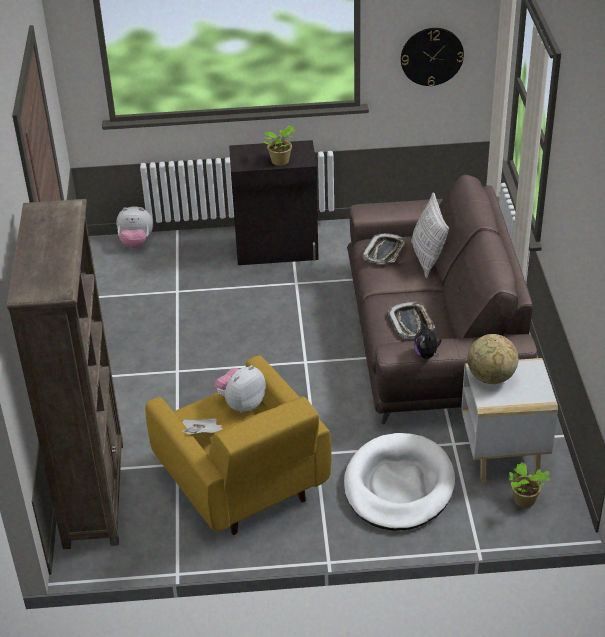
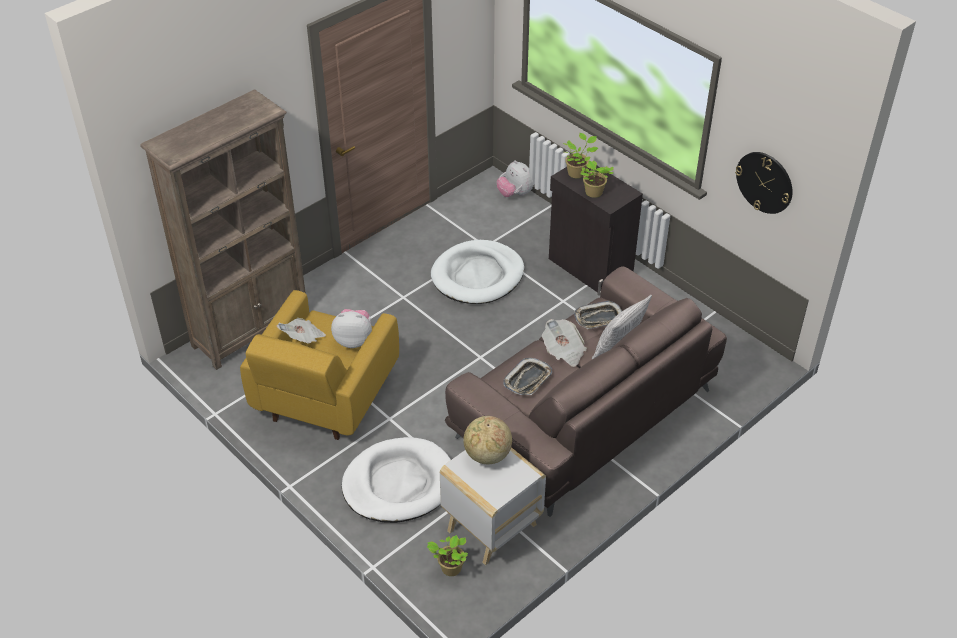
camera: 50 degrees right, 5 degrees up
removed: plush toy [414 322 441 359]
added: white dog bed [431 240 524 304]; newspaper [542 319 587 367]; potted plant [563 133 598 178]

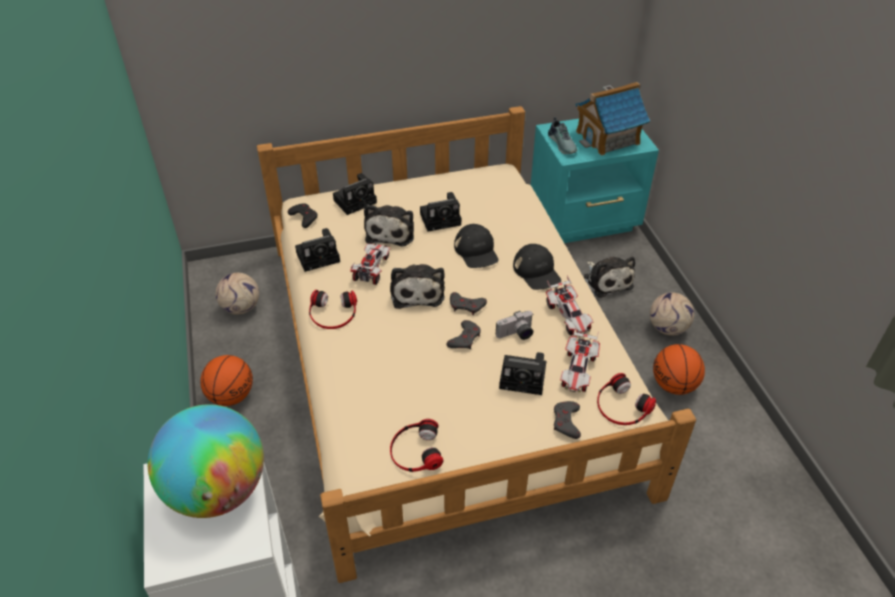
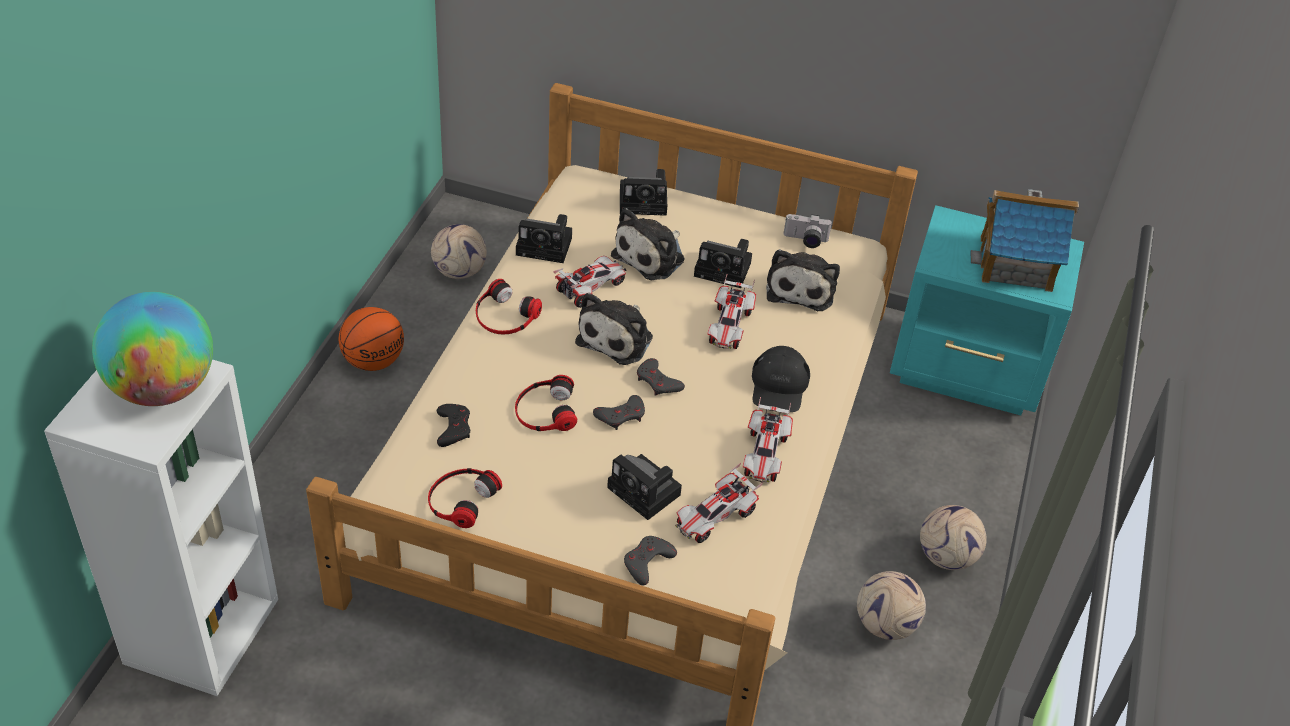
camera: 30 degrees right, 0 degrees up
removed: shoe [548 117 577 154]
moved: black game controller [288 203 318 228] to [437 404 470 447]; photo camera [496 311 533 340] to [783 214 832 248]; plush toy [584 257 635 298] to [766 249 840 311]; headphones [597 373 656 425] to [515 375 577 431]
replaced: black cap [454 224 499 268] to toy car [707 275 756 349]; basketball [653 344 705 395] to football [857 571 926 640]

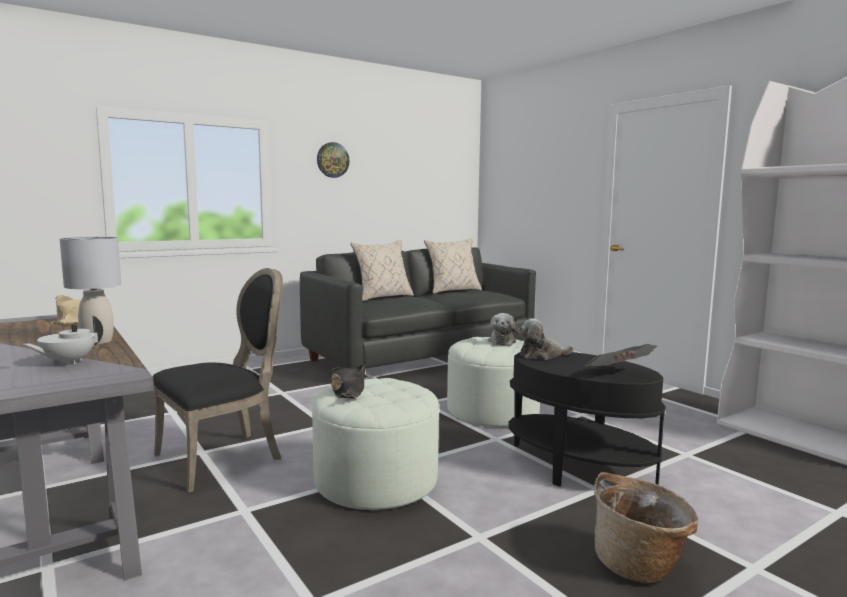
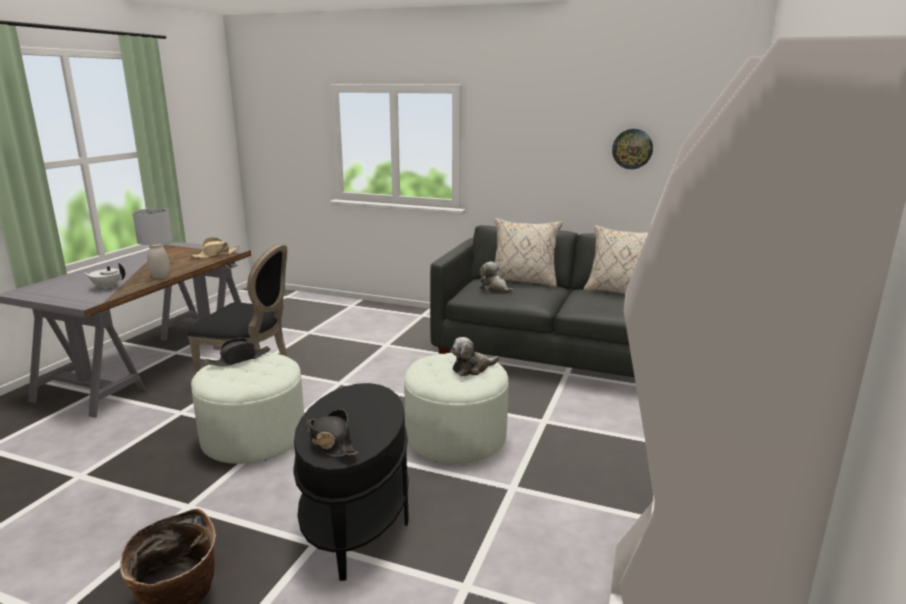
camera: 55 degrees right, 10 degrees up
moved: wall clock [317 142 349 178] to [612 129 653 169]; plush toy [518 318 573 360] to [479 262 514 294]
replaced: newspaper [585 344 657 366] to black hat [306 409 358 457]

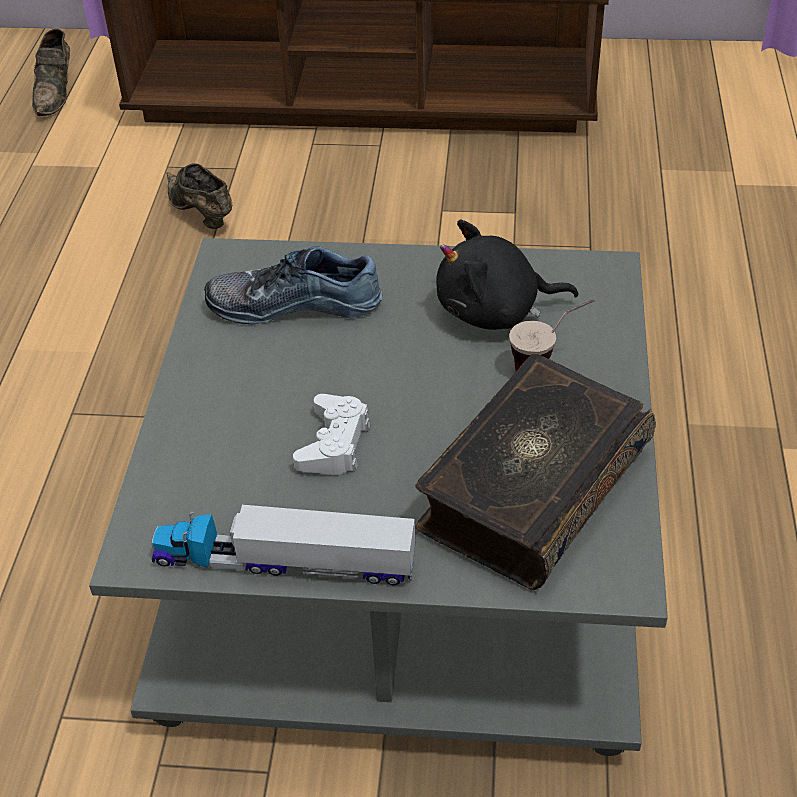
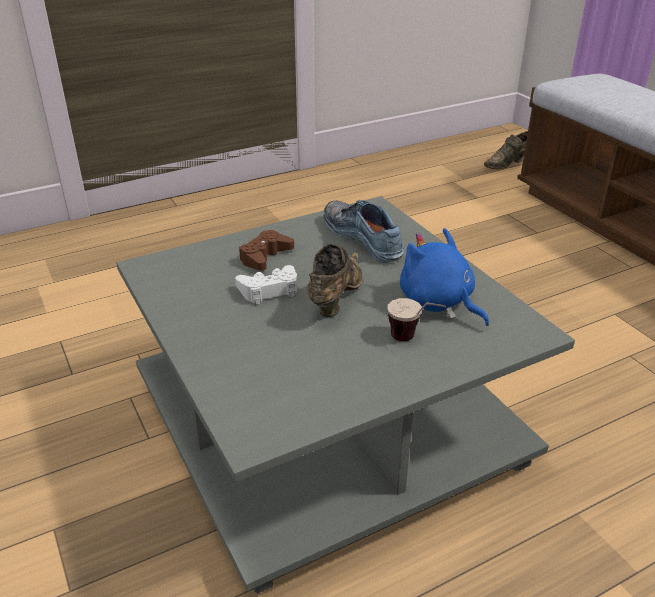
camera: 55 degrees right, 10 degrees down
removed: toy truck [151 505 415 586]; book [415 354 656 590]
added: brown game controller [239 230 294 271]
moved: brown shoe [167 163 232 229] to [307 244 363 317]
recoloured: black plush toy [436 220 579 330] to blue plush toy [400 228 489 326]

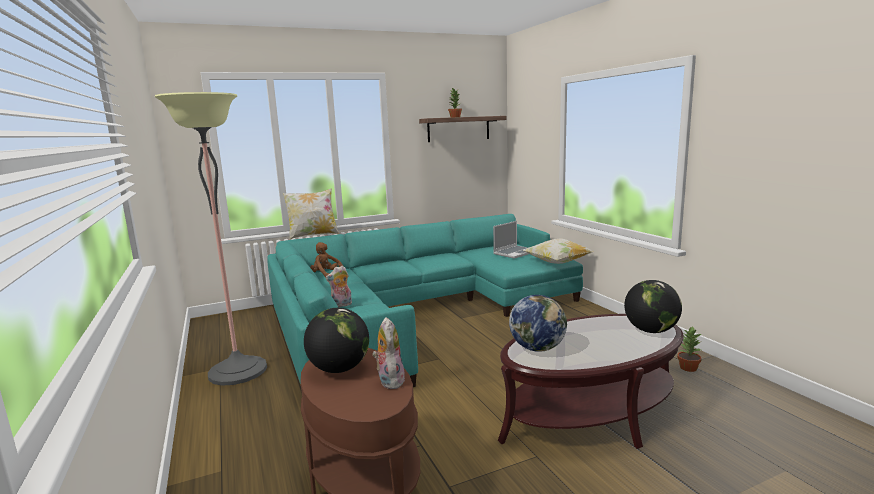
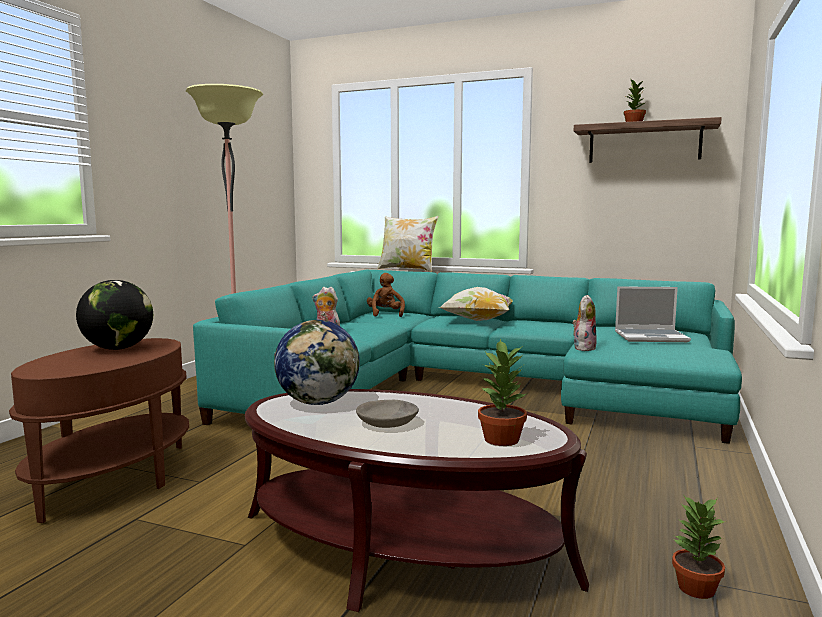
camera: 45 degrees right, 5 degrees down
added: grey bowl [356 400 419 428]
moved: plush toy [373 317 405 389] to [572 295 597 351]; pillow [523 238 594 264] to [440 287 513 321]
replaced: globe [624 280 682 333] to potted plant [478 339 527 446]

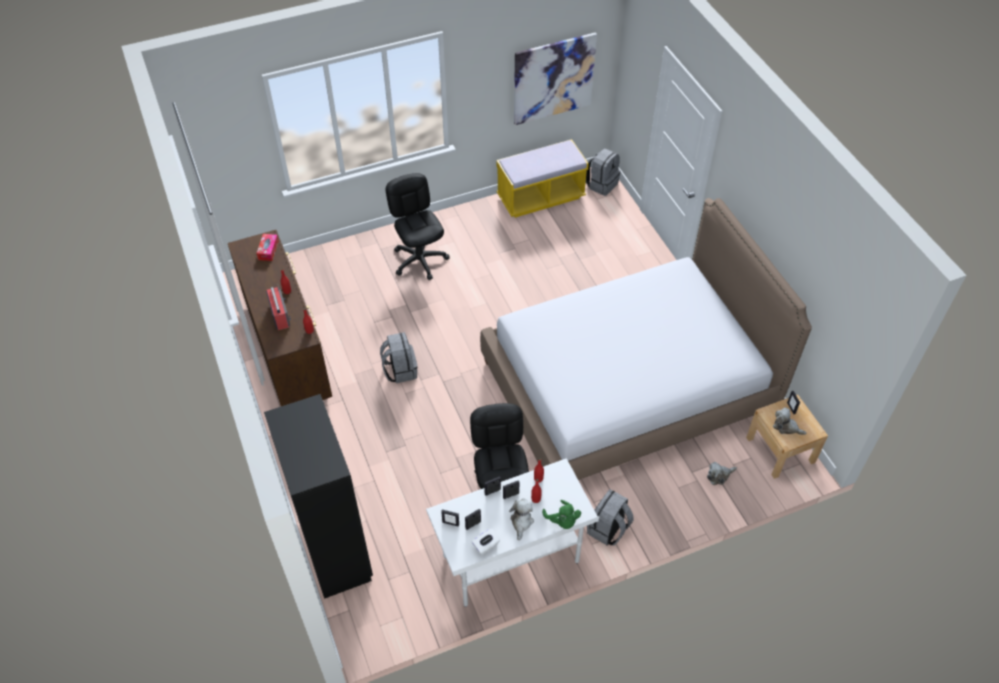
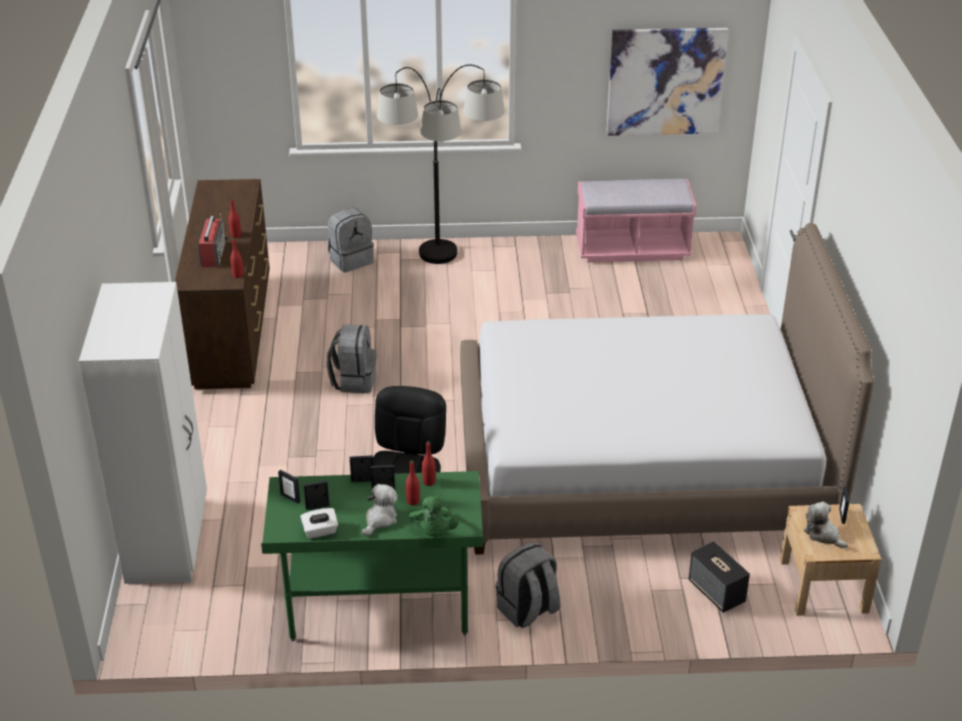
camera: 20 degrees right, 15 degrees down
removed: tissue box [256 234 279 261]
moved: grey backpack [586 148 621 196] to [328 208 374 272]
replaced: black office chair [385 173 450 280] to floor lamp [377 64 505 264]; plush toy [707 462 737 485] to speaker [689 541 750 613]
recoloured: black wardrobe [264 394 373 599] to white wardrobe [79 282 207 584]; white desk [426 458 599 607] to green desk [261 471 483 642]; yellow bench [496 139 589 218] to pink bench [576 179 697 262]

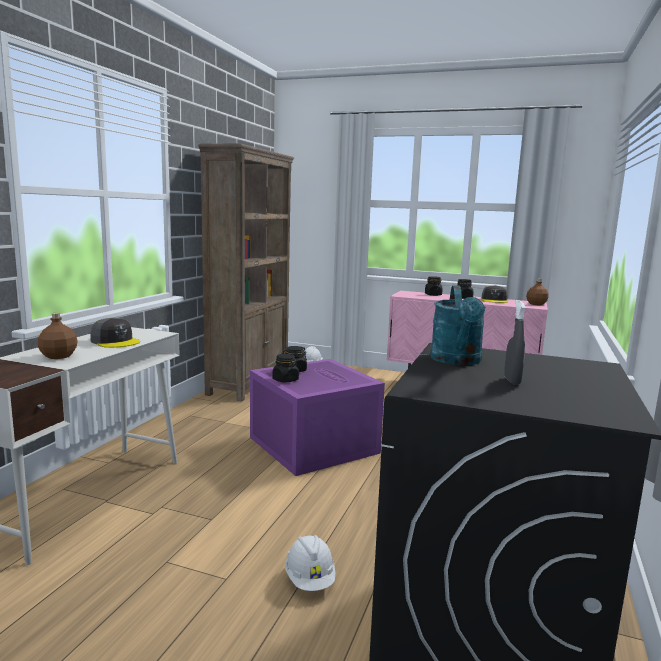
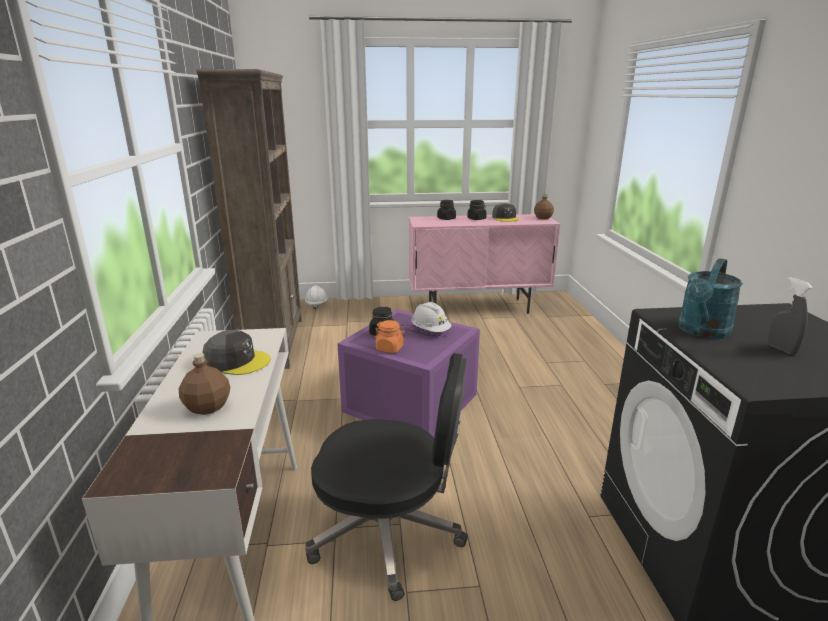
camera: 25 degrees left, 10 degrees up
added: black office chair [305 353 468 601]
moved: white hard hat [285 535 336 591] to [411 302 451 332]
recoloured: black jar [272 354 299 383] to orange jar [375 320 405 353]
turned: turquoise watering can [430 285 486 365] = [678 258 743 339] 60 degrees clockwise

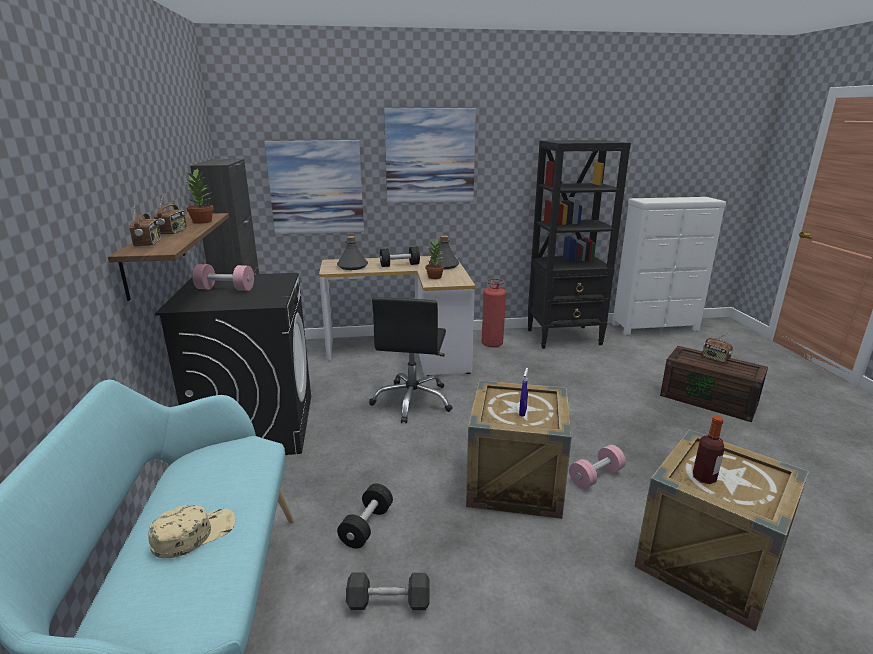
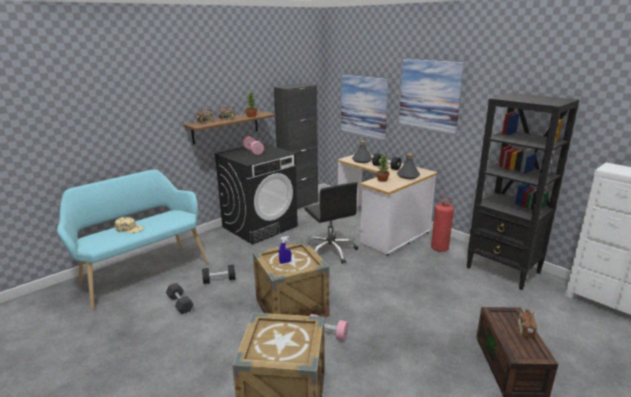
camera: 55 degrees right, 0 degrees up
removed: bottle [693 416 725 484]
turned: black office chair [369 297 453 423] = [305 182 358 264] 90 degrees counterclockwise

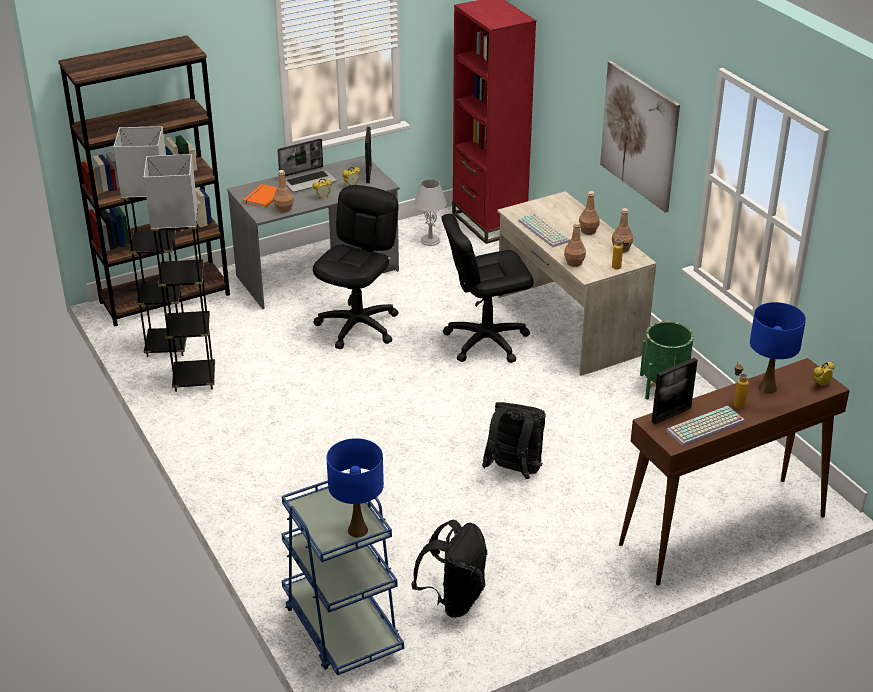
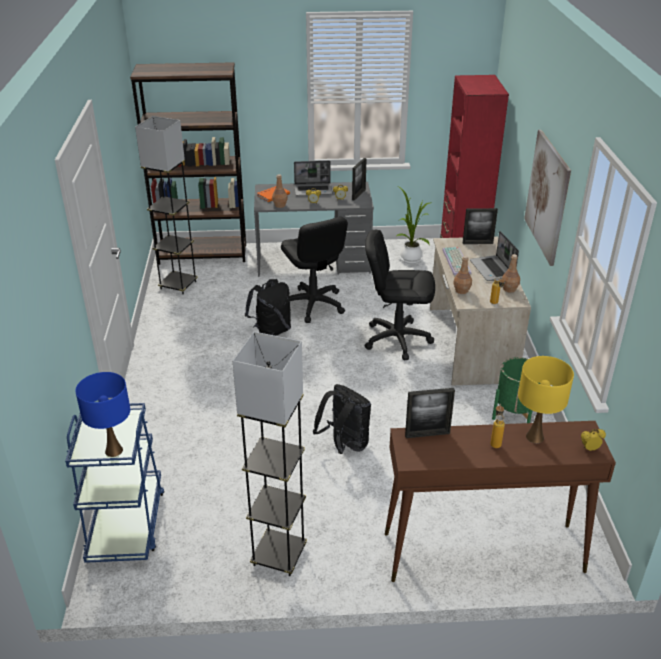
camera: 25 degrees right, 0 degrees up
removed: keyboard [666 406 745 446]
added: picture frame [463 208 498 244]
moved: grey floor lamp [144 154 215 392] to [233 331 307 576]; black backpack [411 520 487 618] to [245 279 291 336]
replaced: grey table lamp [414 179 447 246] to potted plant [395 187 432 264]; brown bottle [579 191 600 235] to laptop [470 231 519 281]
recoloured: blue table lamp [750 302 806 394] to yellow table lamp [518 356 574 443]
turned: black office chair [313 185 399 349] = [281 217 348 323] 105 degrees clockwise

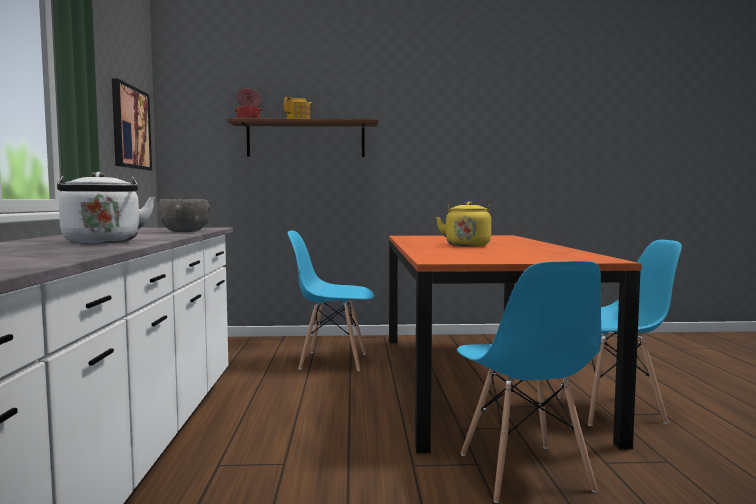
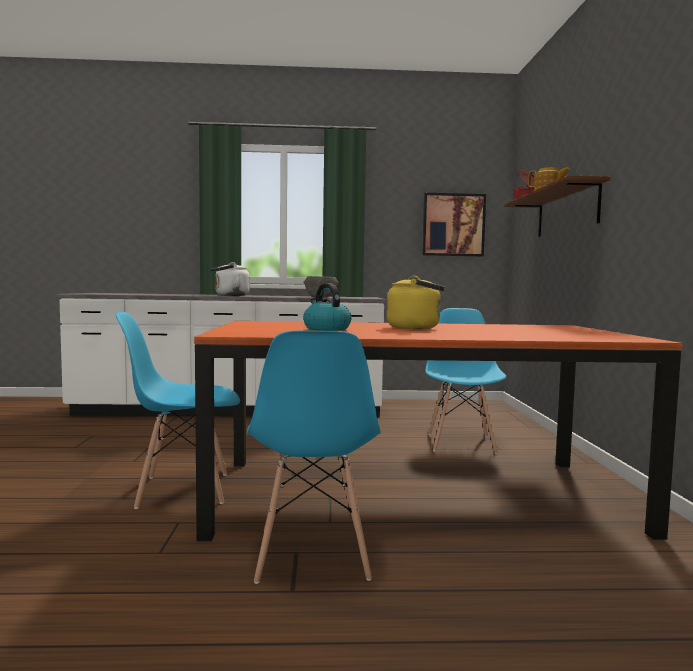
camera: 90 degrees right, 0 degrees up
added: kettle [303 283 352 331]

